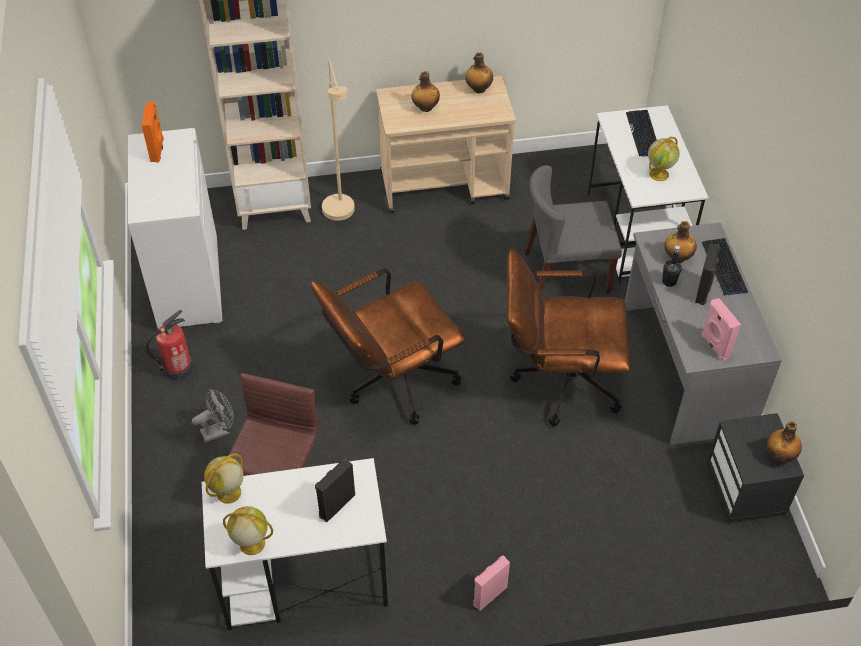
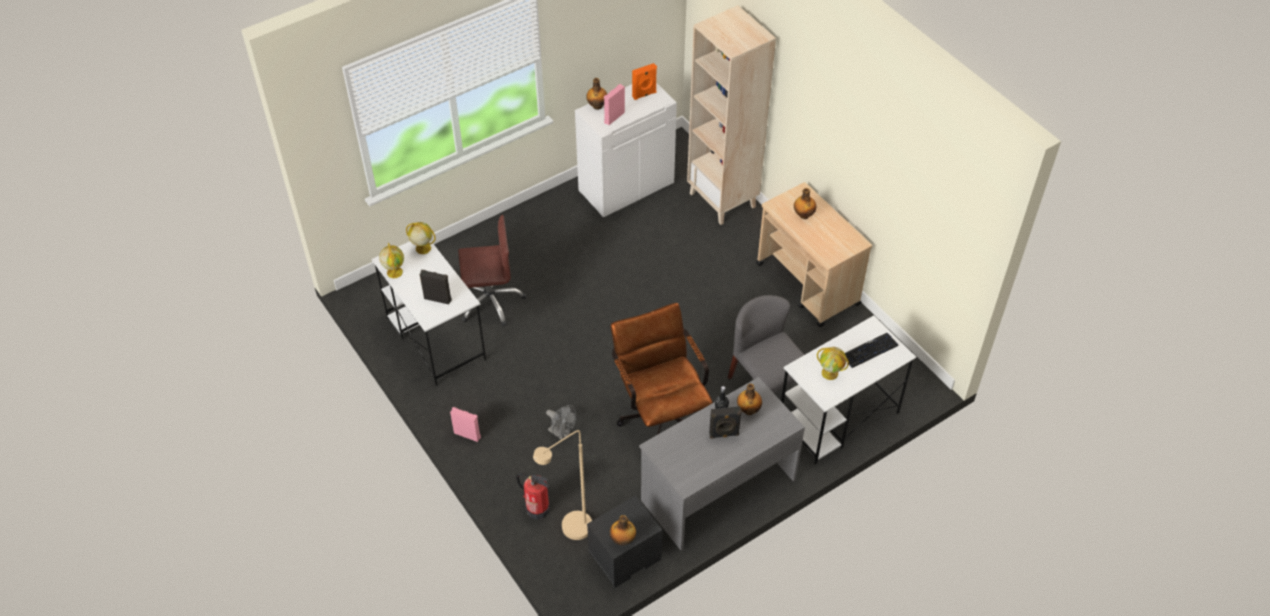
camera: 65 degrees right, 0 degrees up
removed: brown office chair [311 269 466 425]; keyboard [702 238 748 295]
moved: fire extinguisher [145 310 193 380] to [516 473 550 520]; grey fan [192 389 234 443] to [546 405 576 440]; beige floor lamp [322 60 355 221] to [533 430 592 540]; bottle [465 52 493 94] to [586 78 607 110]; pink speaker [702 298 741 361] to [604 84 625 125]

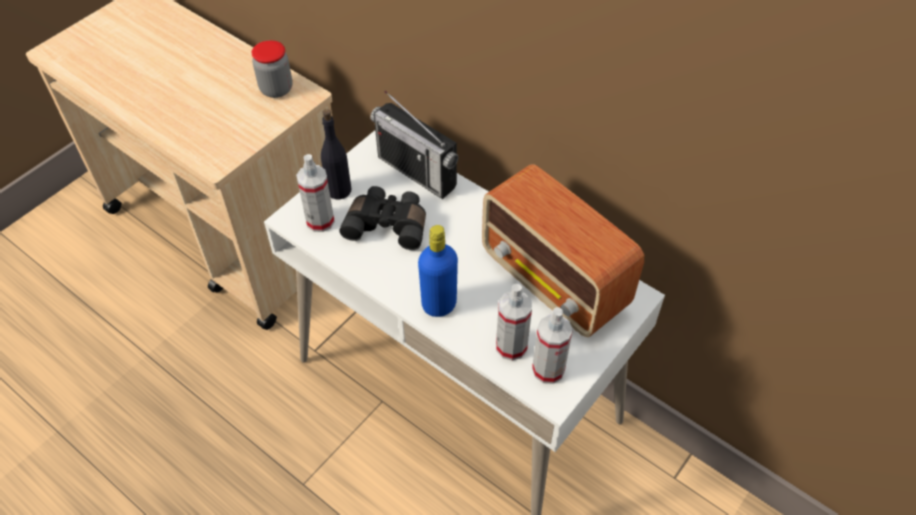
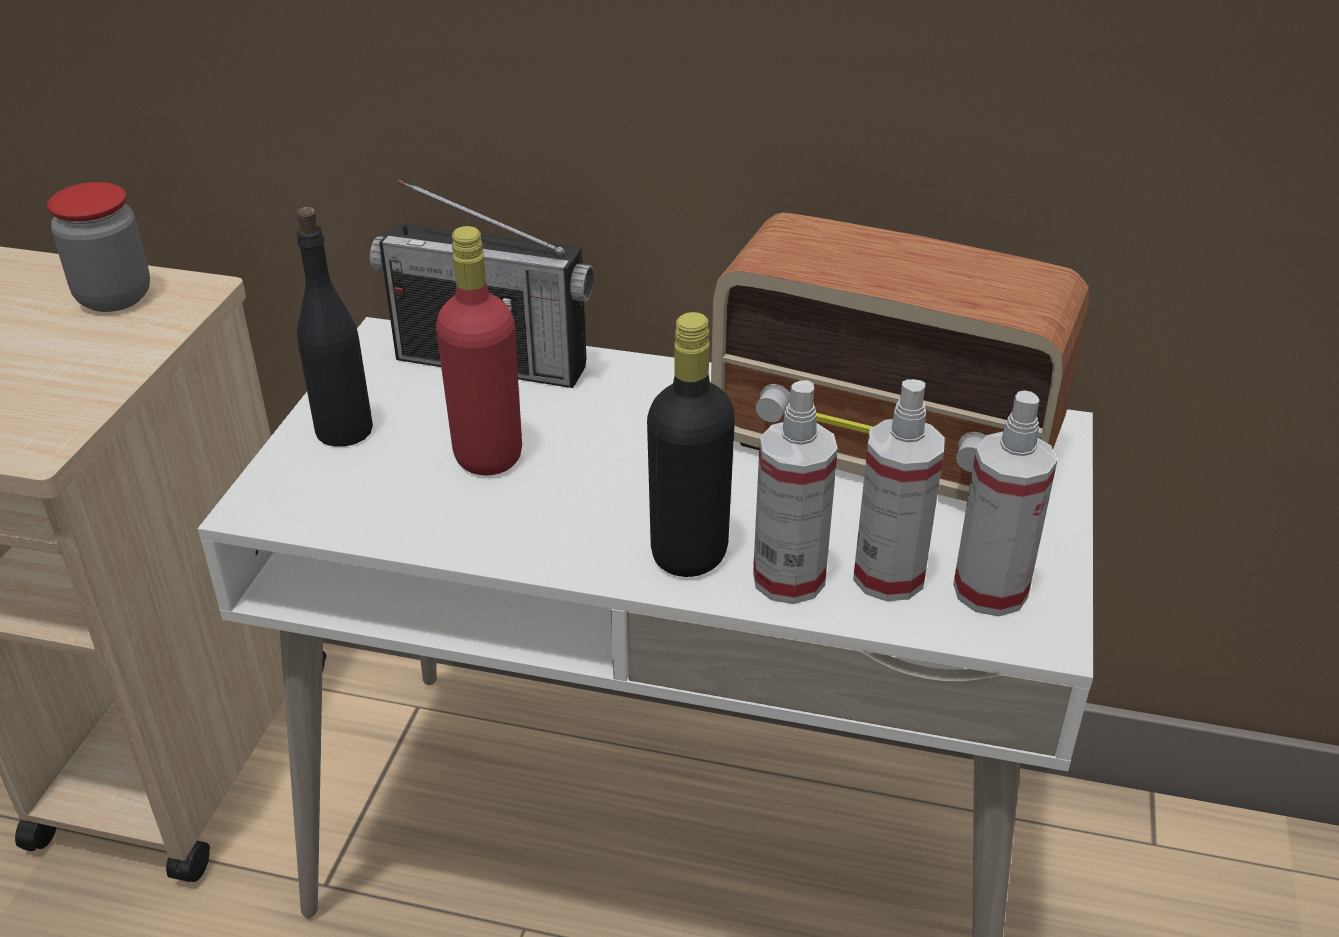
camera: 25 degrees left, 15 degrees down
moved: spray bottle [296 154 335 232] to [753 380 838 604]
replaced: black binoculars [339 186 426 250] to red bottle [436 226 522 475]
recoloured: blue bottle [418 225 458 317] to black bottle [647 312 735 577]

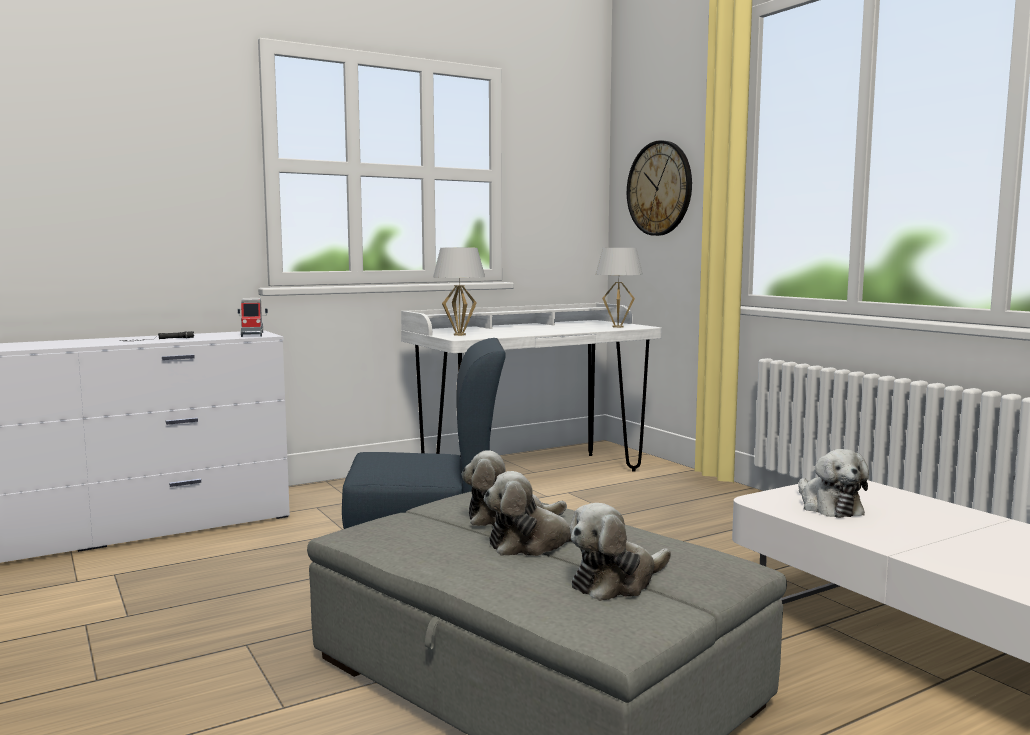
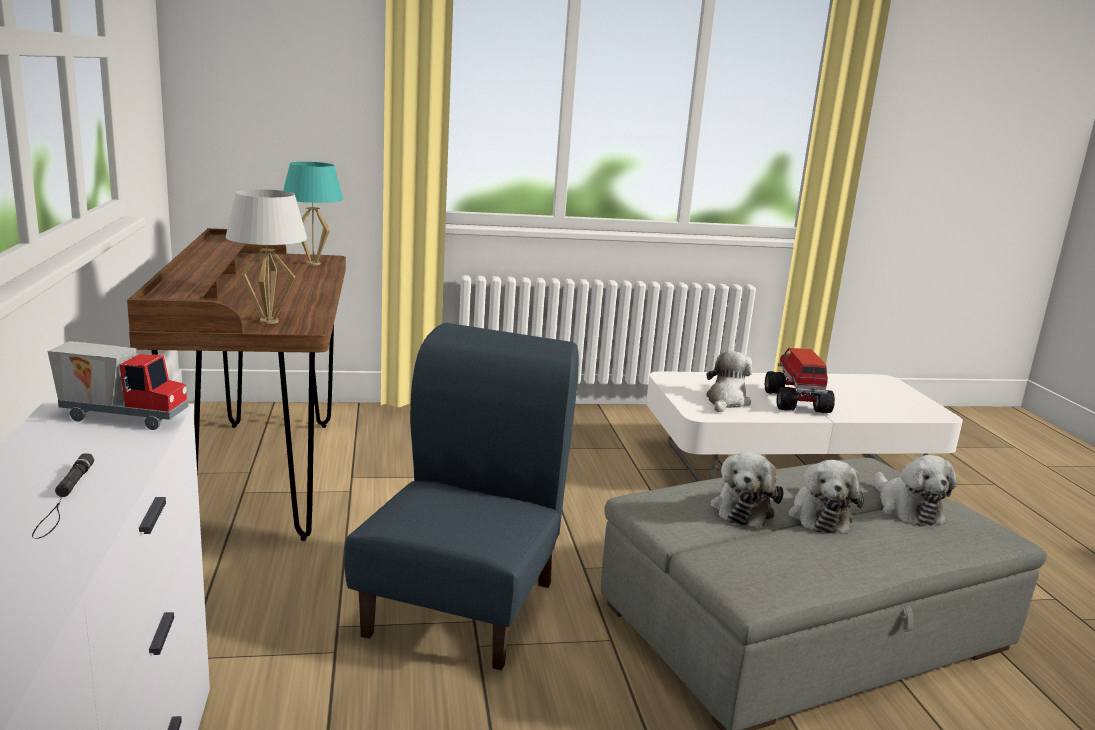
camera: 70 degrees left, 10 degrees up
removed: wall clock [627 140 692 236]
added: toy truck [765 348 835 413]
recoloured: white desk [401 303 662 472] to brown desk [127 228 346 541]; white table lamp [595 248 643 328] to turquoise table lamp [283 162 343 265]
turned: plush toy [799 449 869 518] = [706 351 752 412] 75 degrees counterclockwise

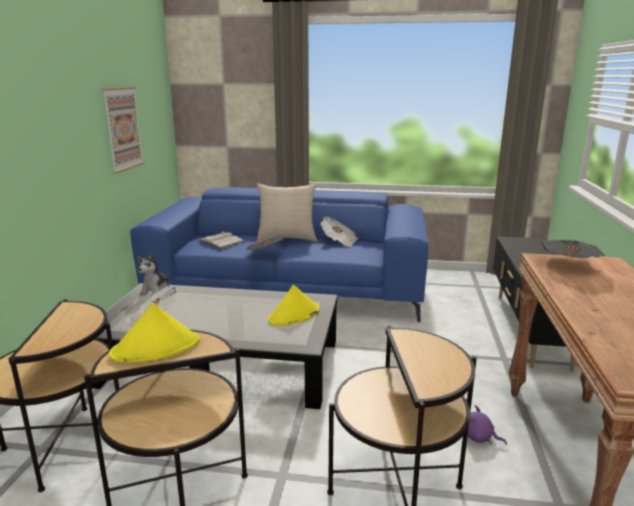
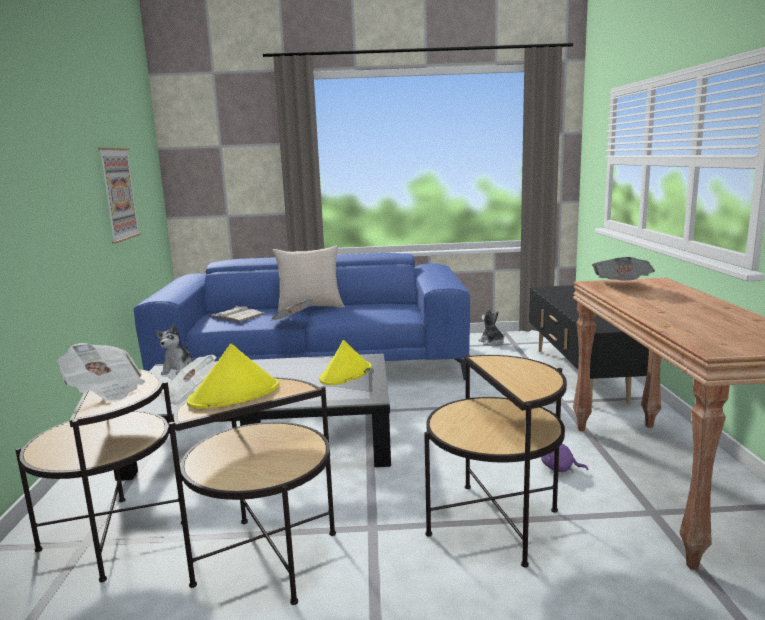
camera: 10 degrees left, 5 degrees down
added: plush toy [478 309 505 346]
moved: newspaper [320 217 358 247] to [57 343 145 402]

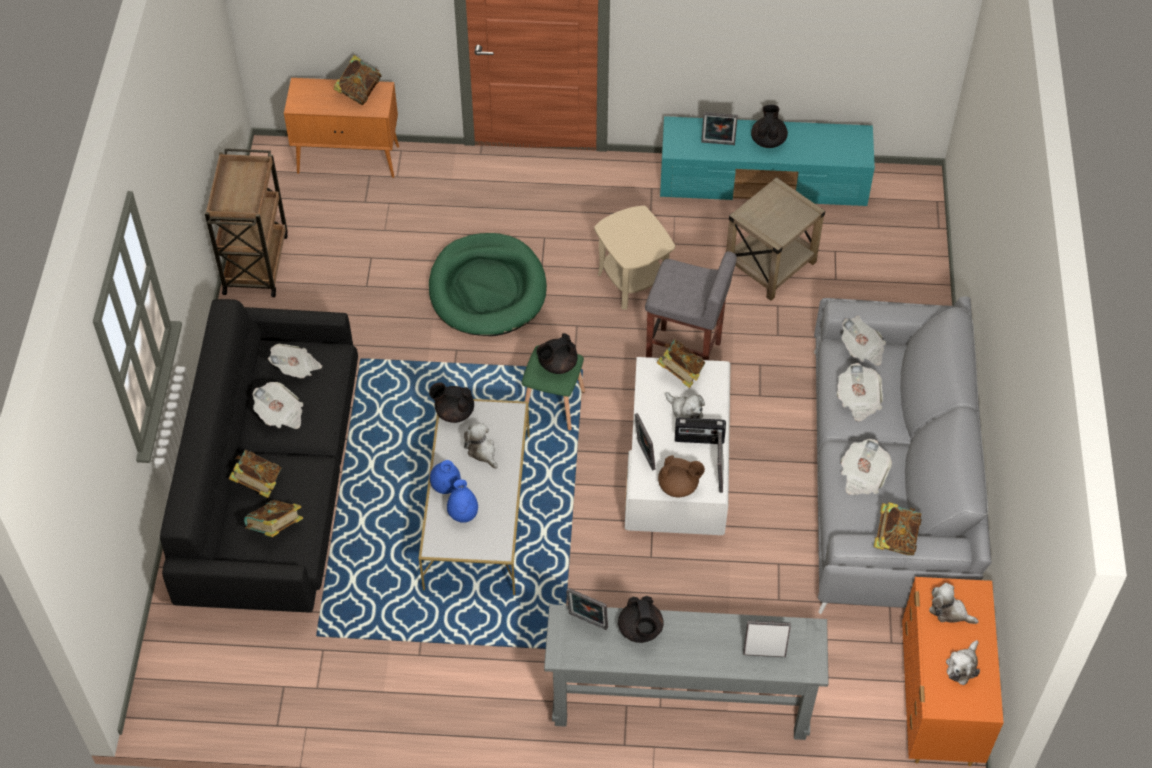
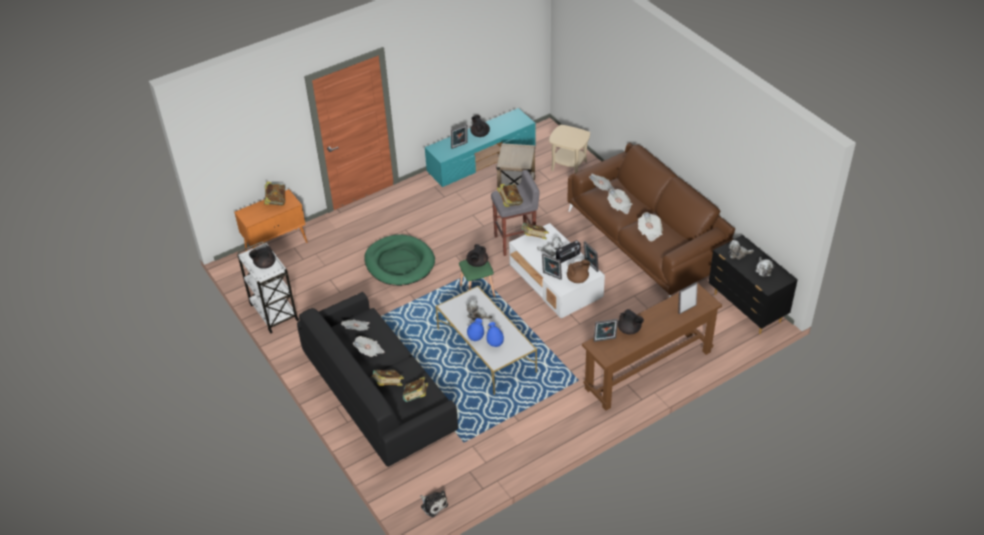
camera: 35 degrees left, 10 degrees down
added: plush toy [420 490 448 518]
moved: black teapot [429 382 474 423] to [249 246 275 269]; beige side table [594 206 675 310] to [549 125 590 173]; book [874 502 922 555] to [497 184 523 207]
recoloured: brown cart [205 148 288 297] to white cart [237 241 299 333]; grey console table [544 604 829 740] to brown console table [582 284 722 411]; grey sofa [814 296 992 614] to brown sofa [567 143 735 297]; orange dresser [902 577 1004 766] to black dresser [708 235 798 334]

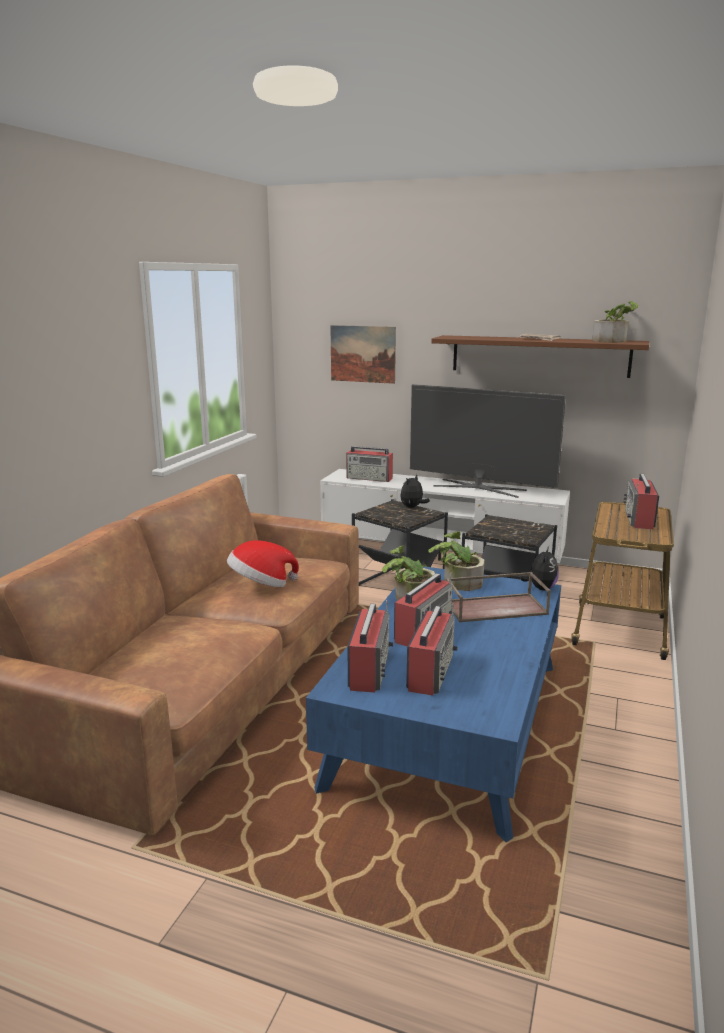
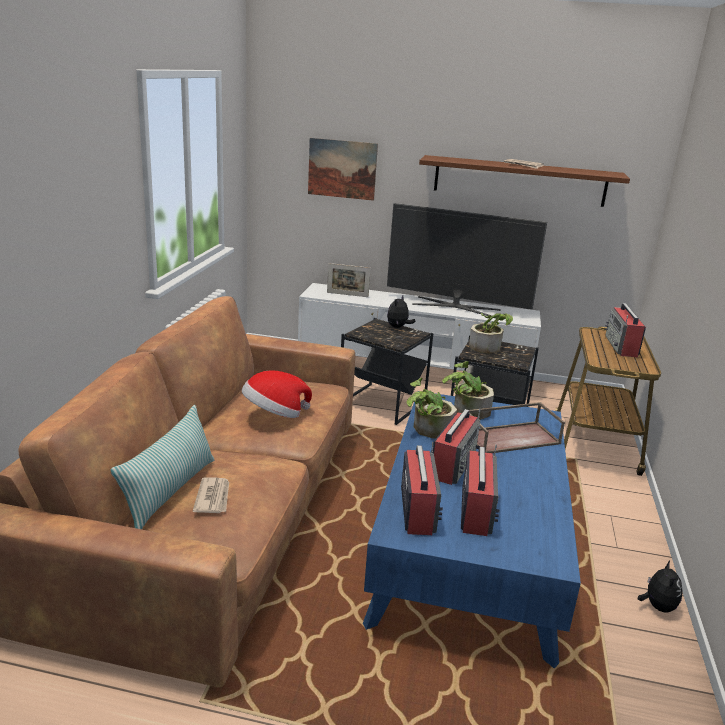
camera: 10 degrees left, 5 degrees up
added: pillow [111 405 214 529]; newspaper [193 477 229 513]
moved: plush toy [520 546 559 590] to [638 561 682 612]; potted plant [592 301 638 343] to [469 313 513 354]
replaced: radio [346 446 393 482] to picture frame [327 263 371 297]

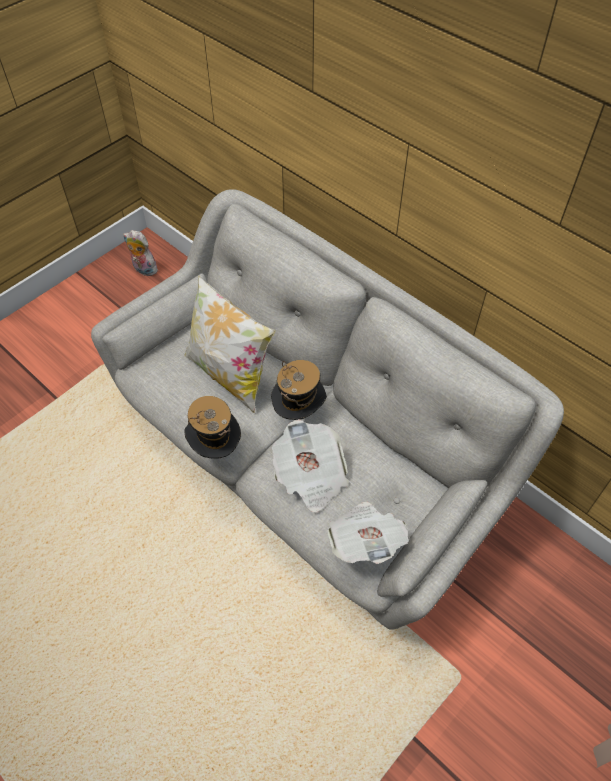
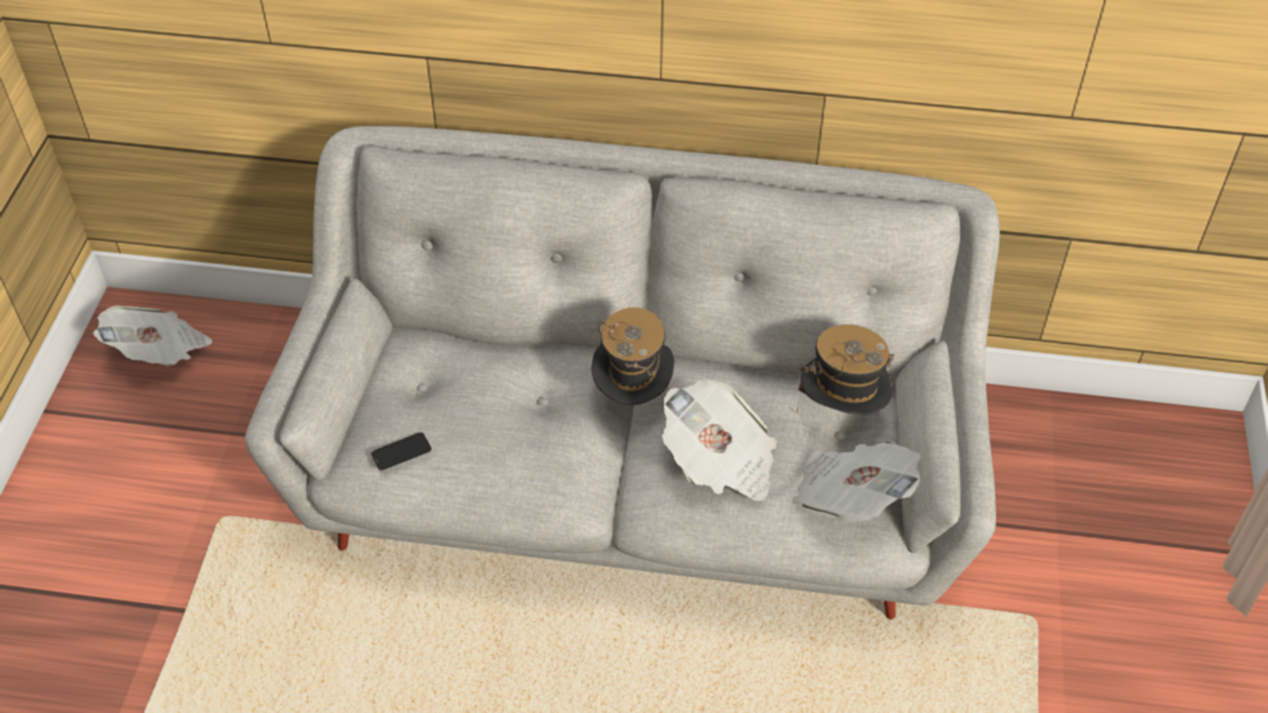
camera: 35 degrees left, 5 degrees down
removed: pillow [184 275 275 413]
added: phone [371 432 432 472]
moved: hat [184 396 241 459] to [797 324 894 415]
replaced: plush toy [123 230 161 276] to newspaper [93 306 212 366]

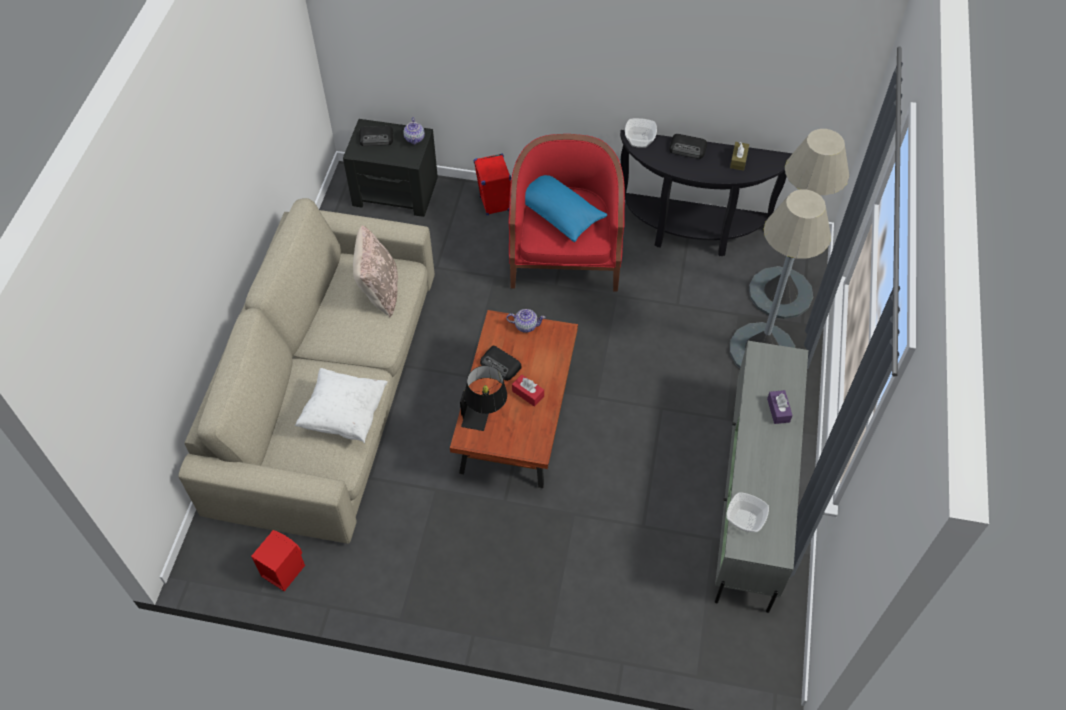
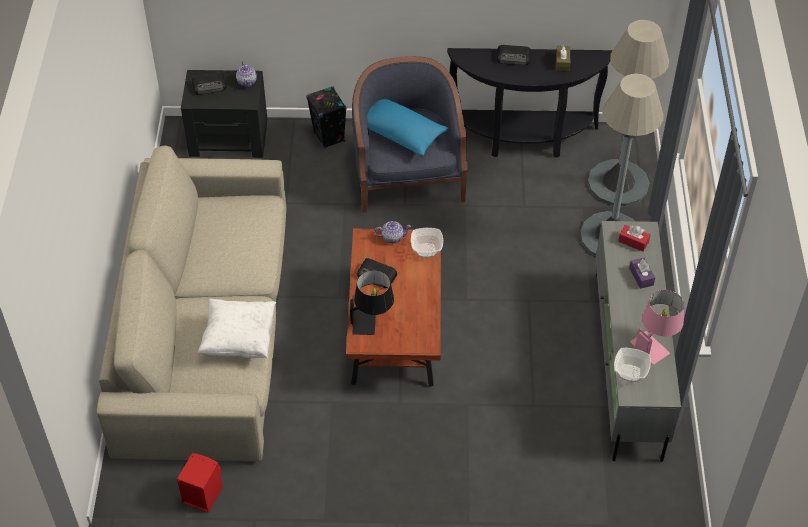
camera: 10 degrees left, 5 degrees down
removed: beige pillow [353 226 398 318]
added: pink table lamp [630 290 684 364]
moved: red tissue box [512 375 544 407] to [618 225 650 252]; bowl [625 118 657 148] to [411 228 443 258]
recoloured: red speaker [474 153 511 215] to black speaker [306 86 346 149]; red armchair [508 134 625 292] to blue armchair [352 56 468 212]

